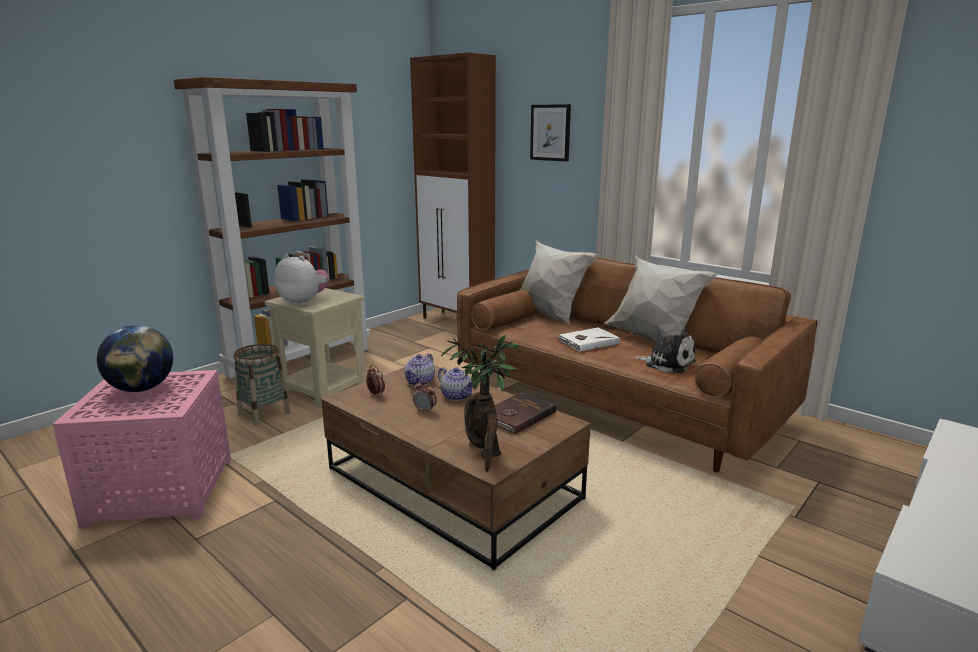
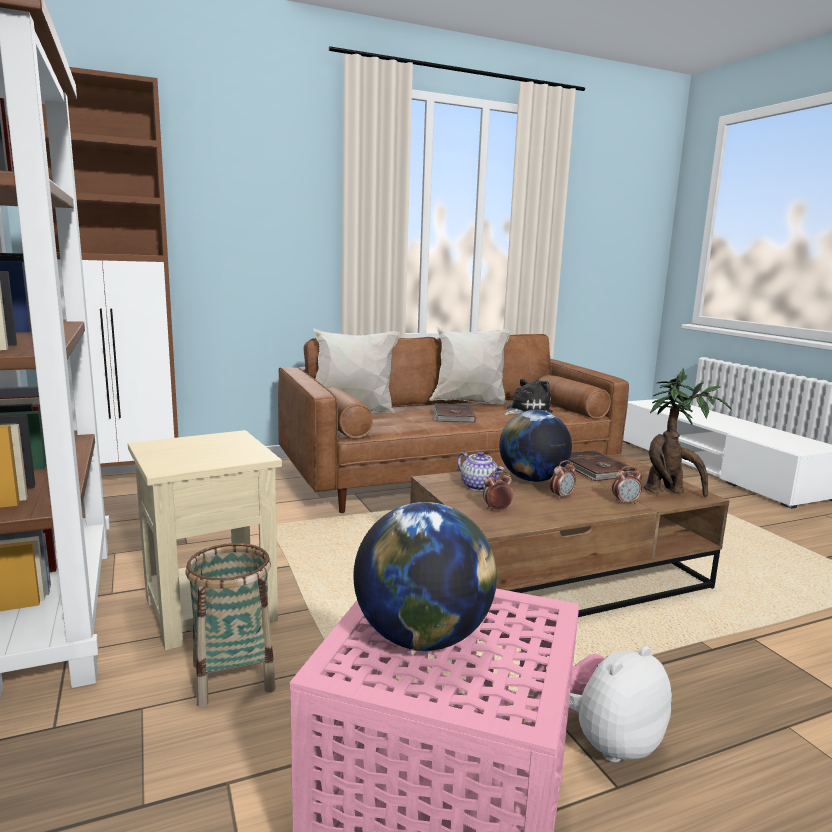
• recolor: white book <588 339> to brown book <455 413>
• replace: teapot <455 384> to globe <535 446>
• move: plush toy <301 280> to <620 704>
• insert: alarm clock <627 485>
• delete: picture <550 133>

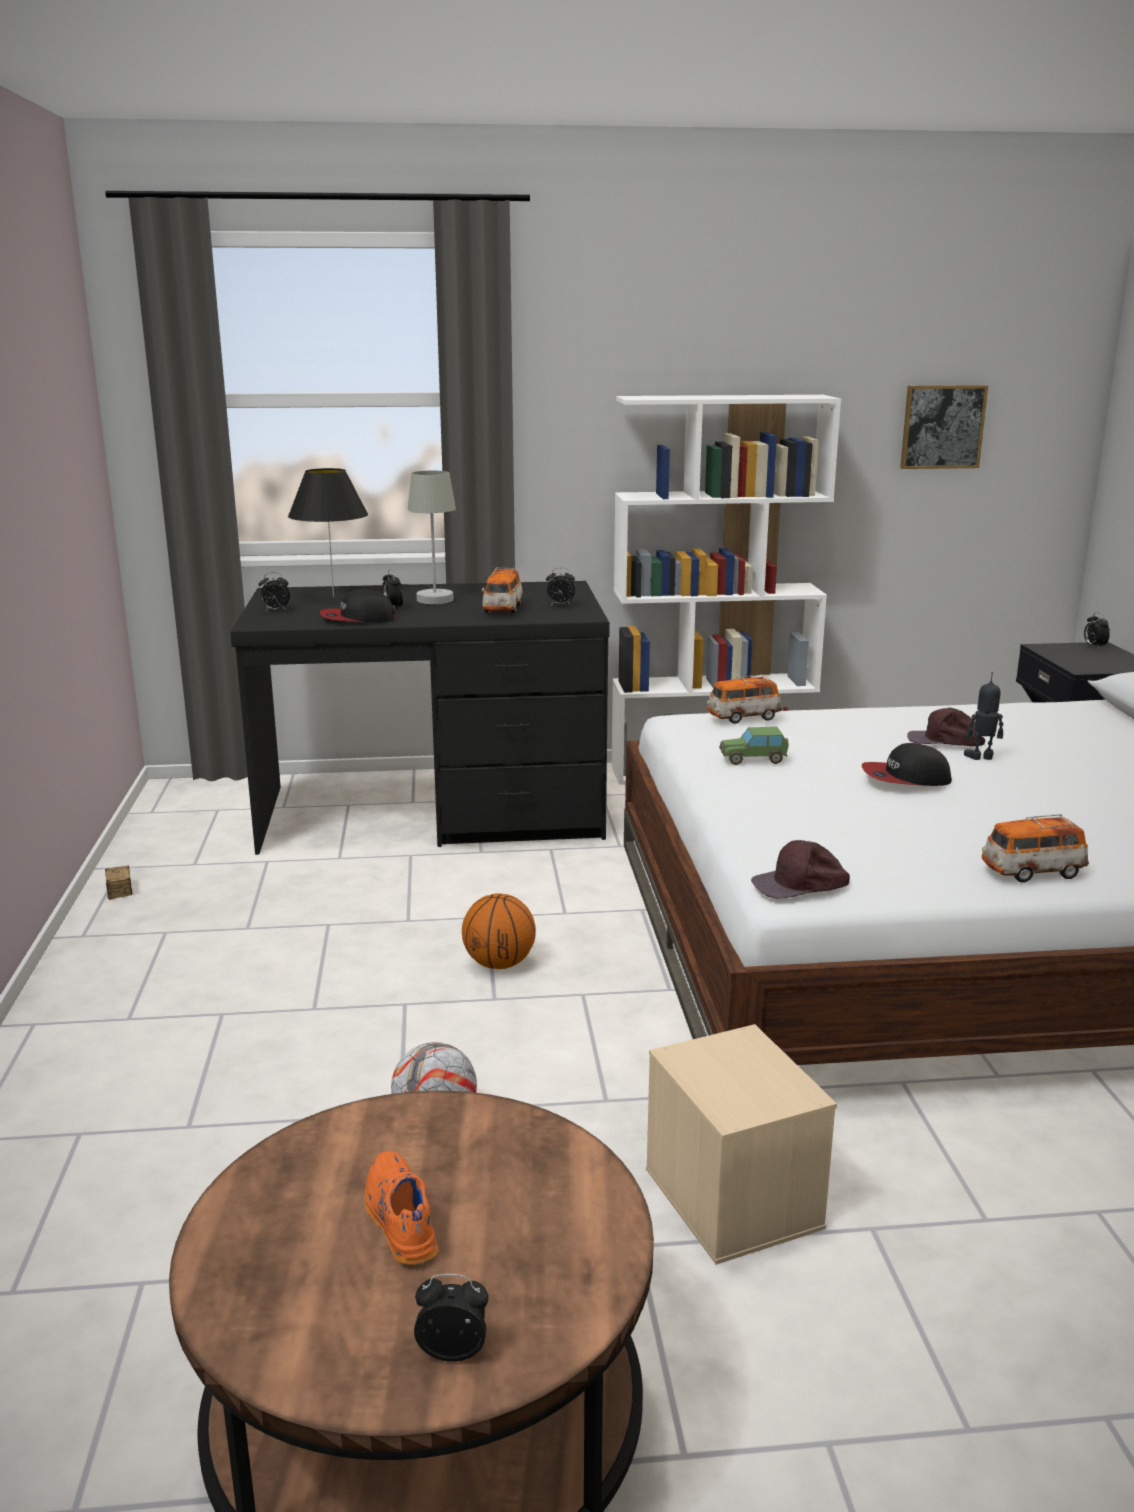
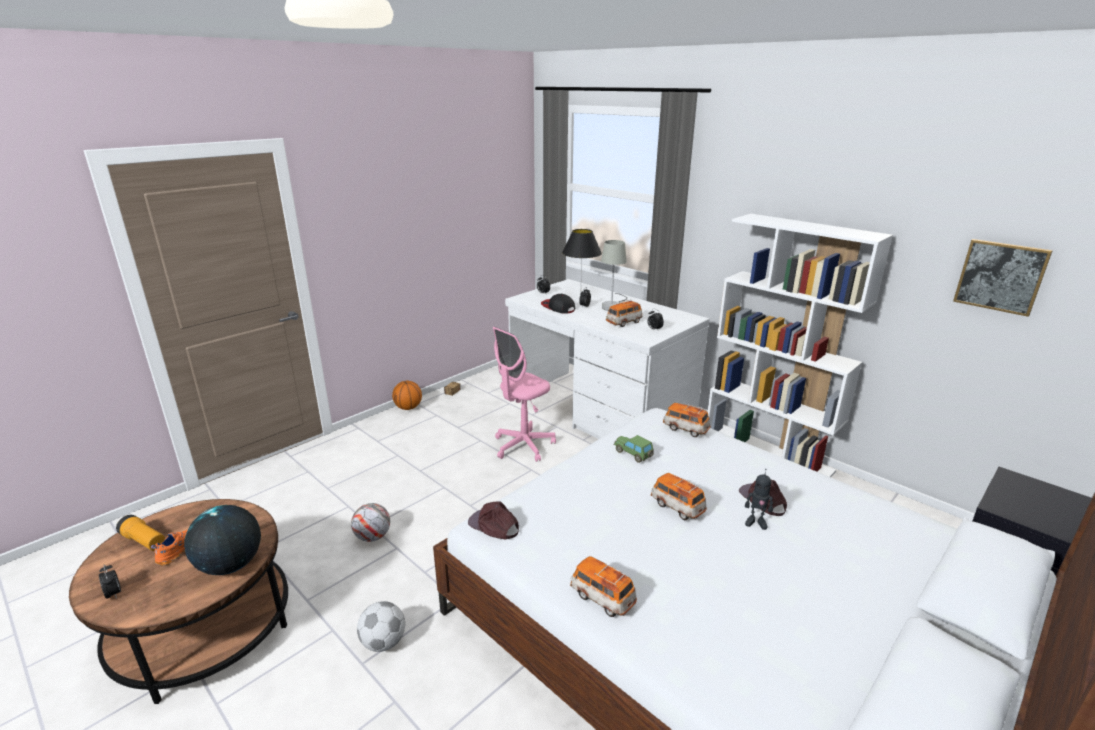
• insert: flashlight <140 533>
• insert: globe <222 540>
• replace: beige storage box <741 1144> to football <381 626>
• move: basketball <499 931> to <407 395>
• insert: pink office chair <524 394>
• recolor: black desk <420 718> to white desk <607 359>
• replace: cap <907 764> to toy car <679 496>
• rotate: toy robot <983 716> = <759 499> 150 degrees clockwise
• delete: alarm clock <1097 630>

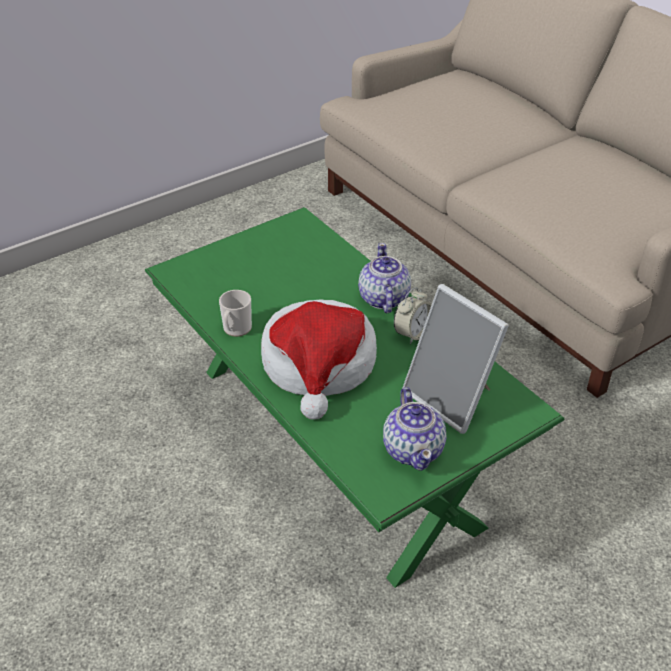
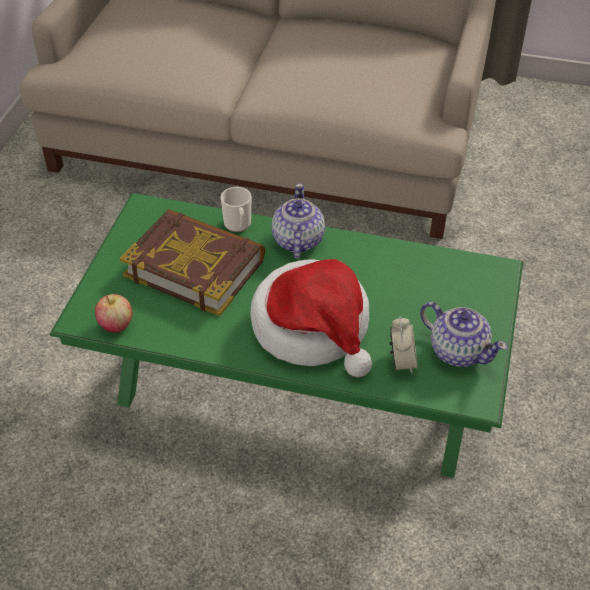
• insert: apple <113 313>
• insert: book <192 262>
• move: mug <235 313> to <236 209>
• rotate: teapot <384 278> = <298 220> 45 degrees clockwise
• move: alarm clock <413 315> to <404 345>
• delete: picture frame <455 359>

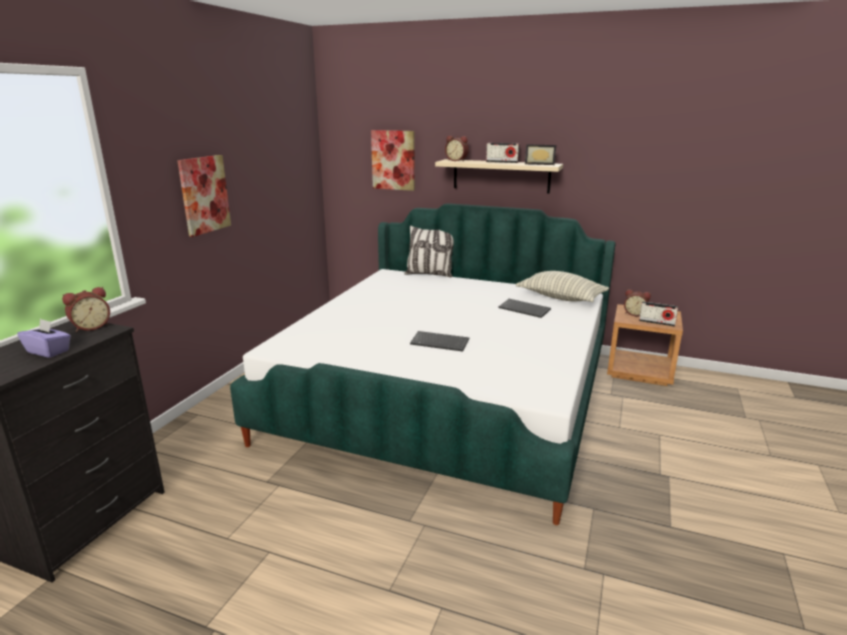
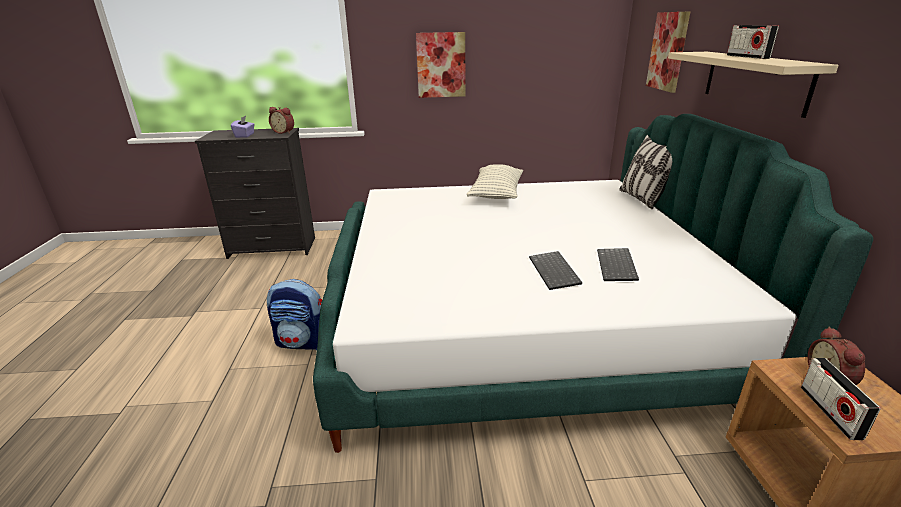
• insert: backpack <294 314>
• move: pillow <562 286> to <495 181>
• move: keyboard <439 341> to <555 270>
• delete: alarm clock <457 148>
• delete: picture frame <540 154>

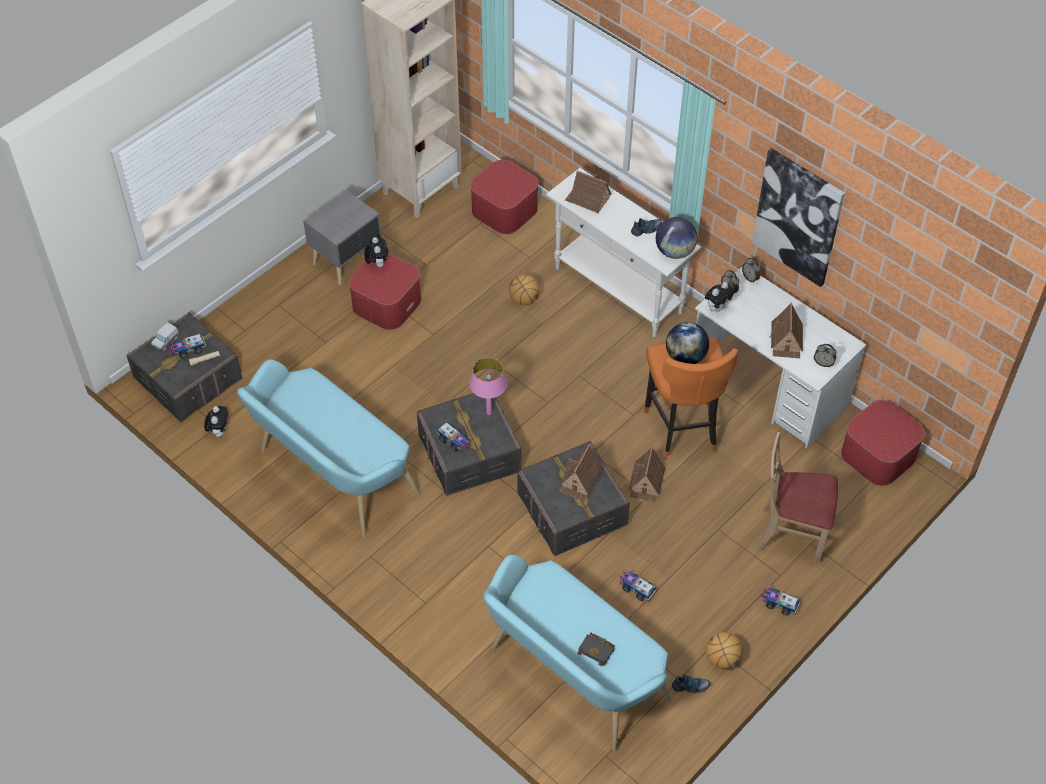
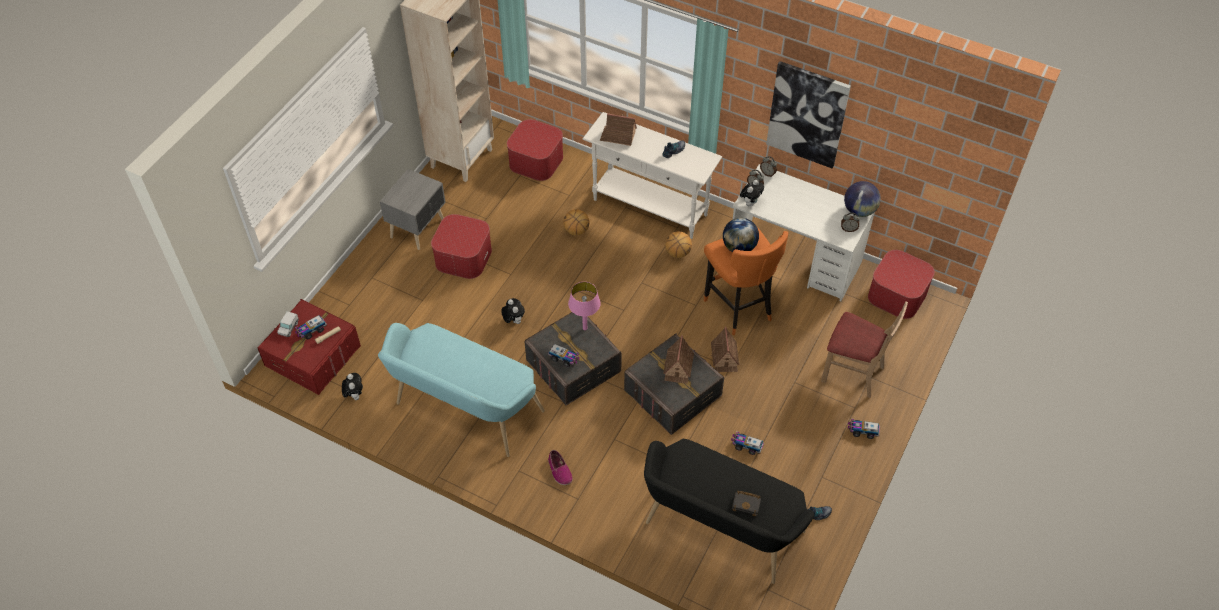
• recolor: grey storage box <184 367> to red storage box <309 346>
• move: plush toy <376 252> to <513 311>
• insert: shoe <560 467>
• recolor: turquoise bench <577 653> to black bench <729 511>
• move: basketball <724 650> to <678 244>
• rotate: beige chair <798 498> = <864 349> 150 degrees counterclockwise
• move: globe <676 238> to <862 199>
• delete: toy house <786 330>

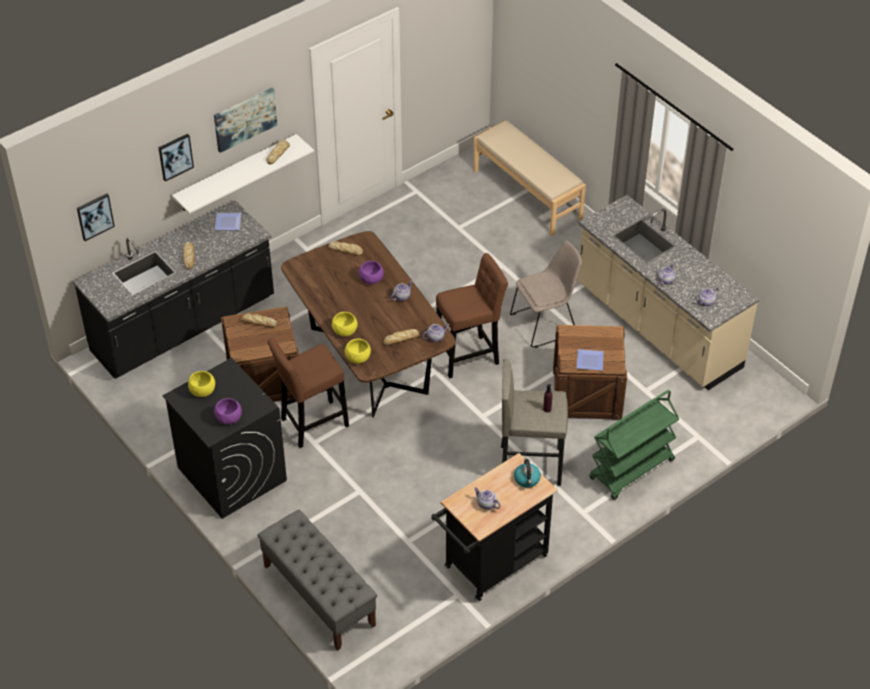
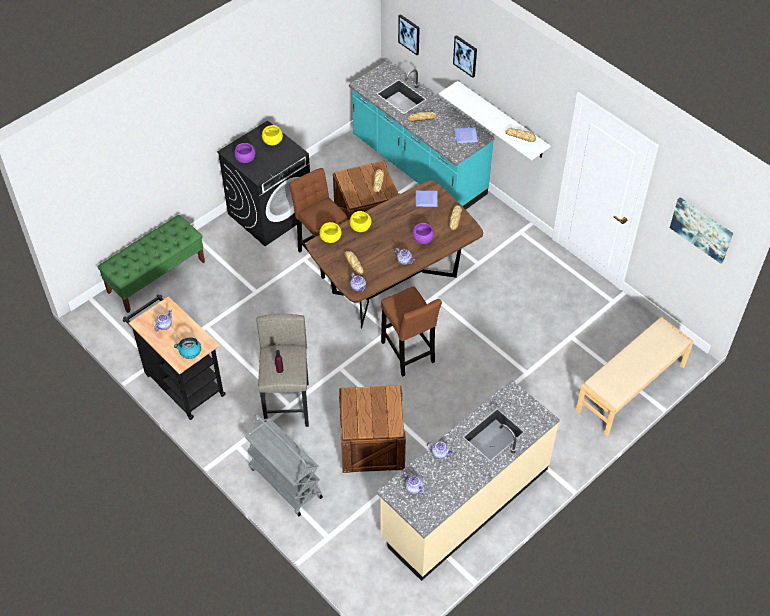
• recolor: grey bench <317 580> to green bench <151 264>
• recolor: green cart <634 445> to grey cart <284 465>
• recolor: black counter <173 289> to turquoise counter <422 135>
• move: plate <590 360> to <427 199>
• move: picture <245 120> to <701 230>
• delete: beige chair <546 294>

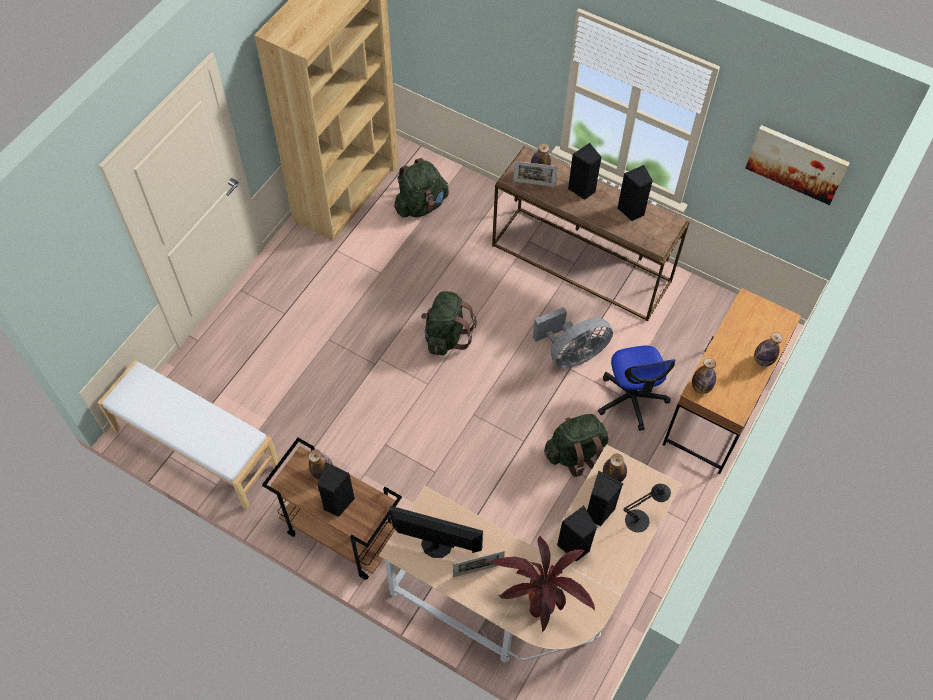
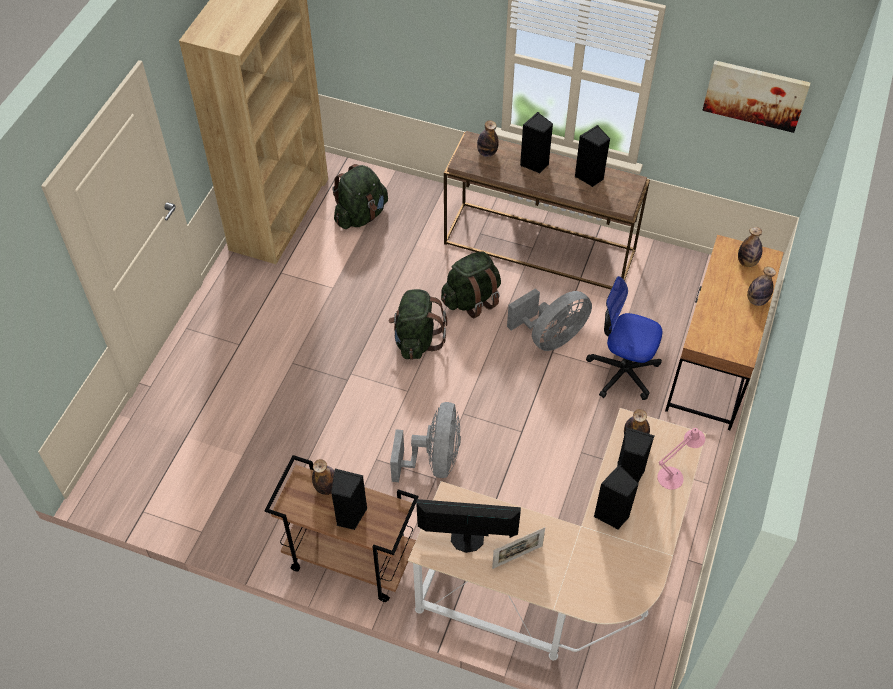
• insert: grey fan <425 442>
• move: green backpack <576 445> to <471 284>
• rotate: office chair <636 388> = <624 338> 135 degrees clockwise
• recolor: black table lamp <647 507> to pink table lamp <681 459>
• move: bottle <704 376> to <750 247>
• delete: white bench <188 435>
• delete: potted plant <543 583>
• delete: picture frame <535 174>

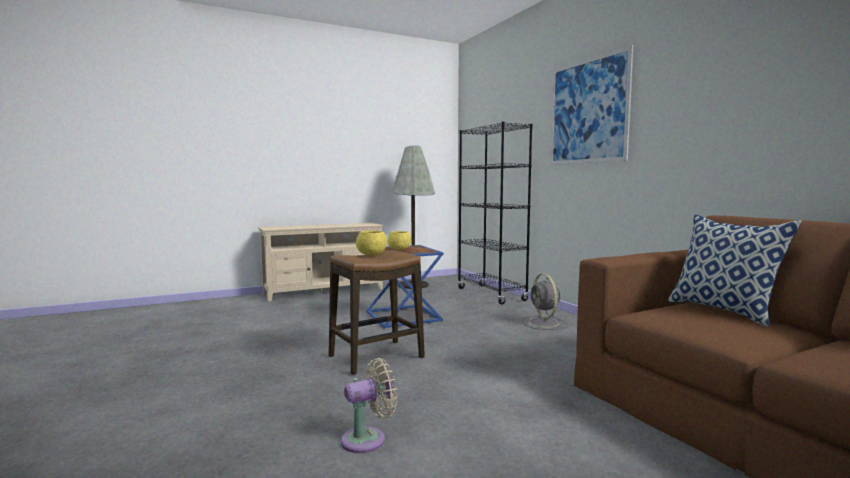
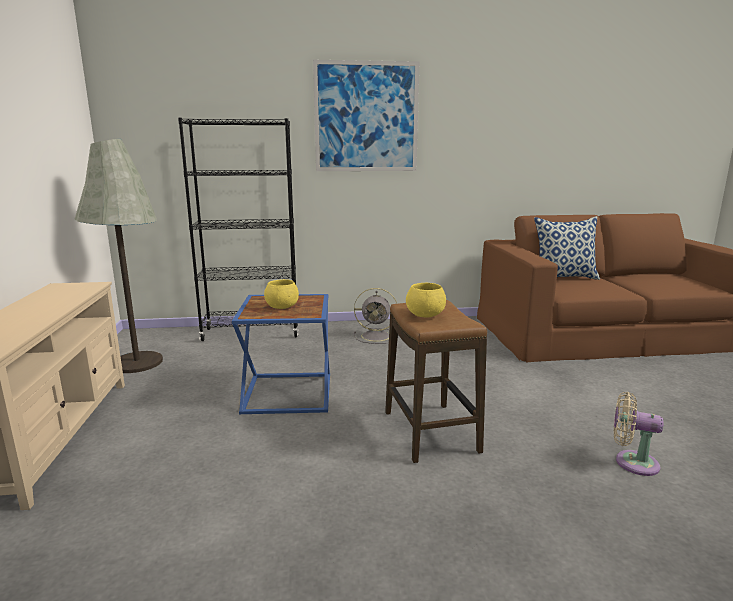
• rotate: beige fan <369 405> = <638 434> 60 degrees counterclockwise

